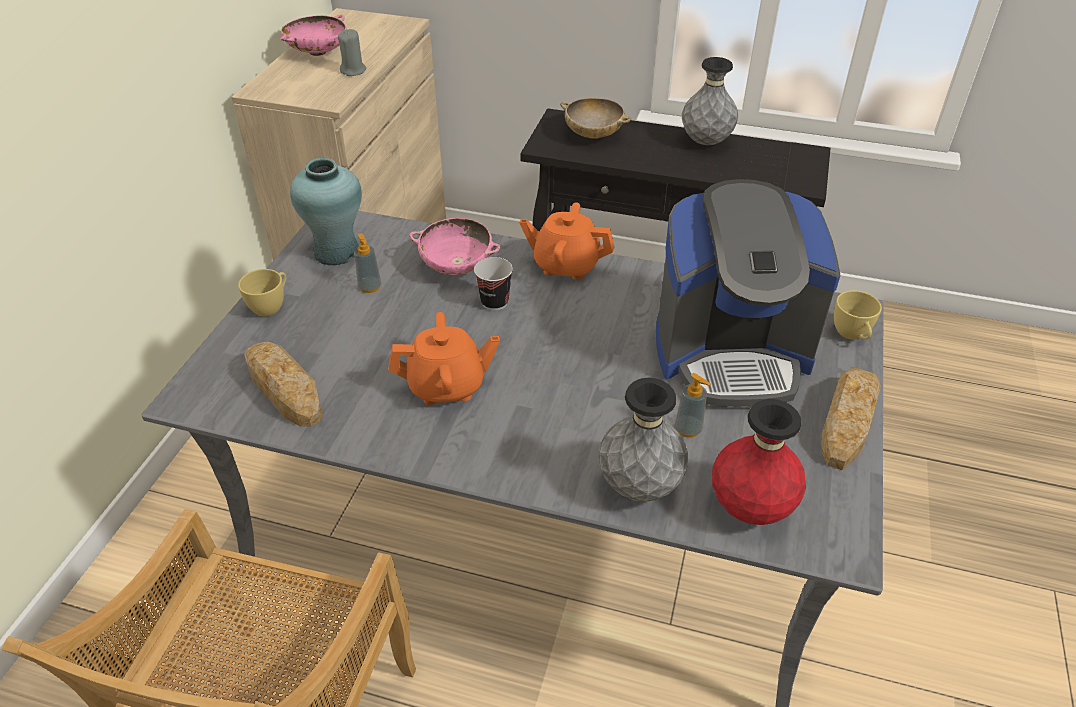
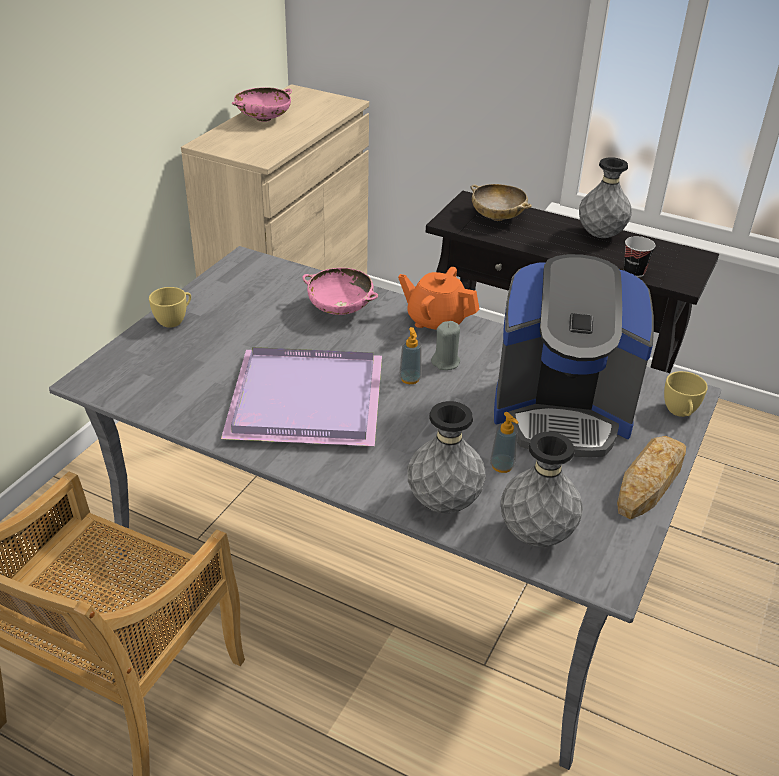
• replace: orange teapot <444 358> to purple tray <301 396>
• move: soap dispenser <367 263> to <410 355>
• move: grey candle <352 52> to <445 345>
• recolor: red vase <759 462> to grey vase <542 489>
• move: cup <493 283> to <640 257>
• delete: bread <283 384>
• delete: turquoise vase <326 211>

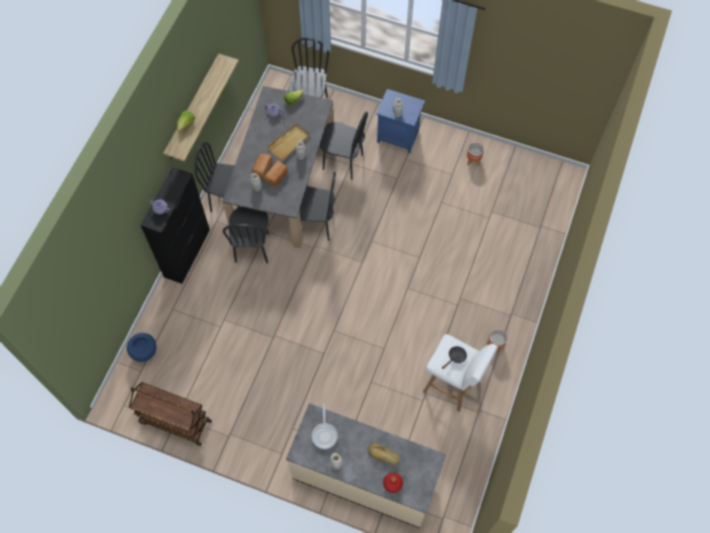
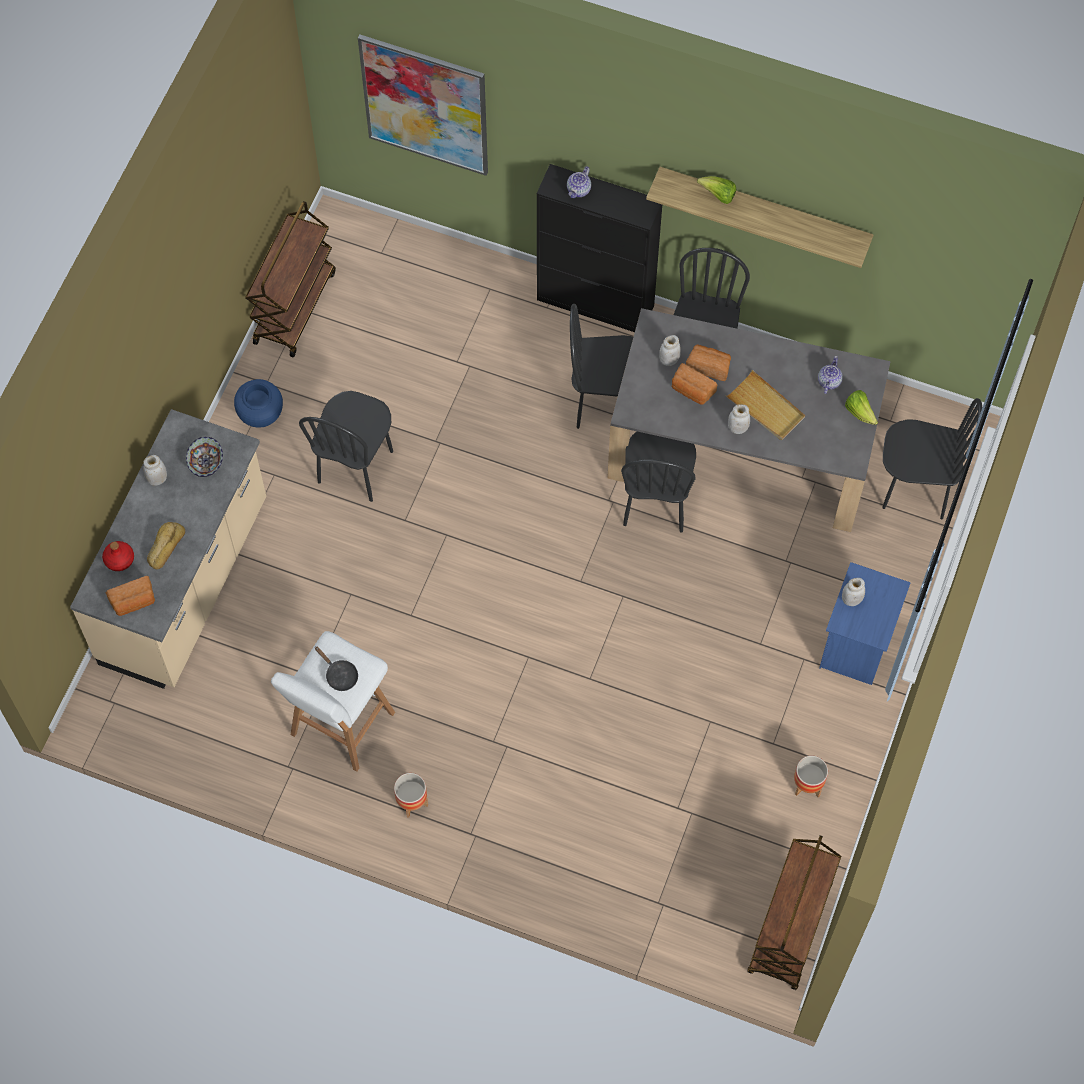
• insert: bread <130 596>
• replace: frying pan <325 426> to bowl <204 457>
• move: blue vase <141 347> to <258 403>
• move: black chair <343 146> to <346 446>
• insert: picture <423 105>
• insert: brown cart <794 912>

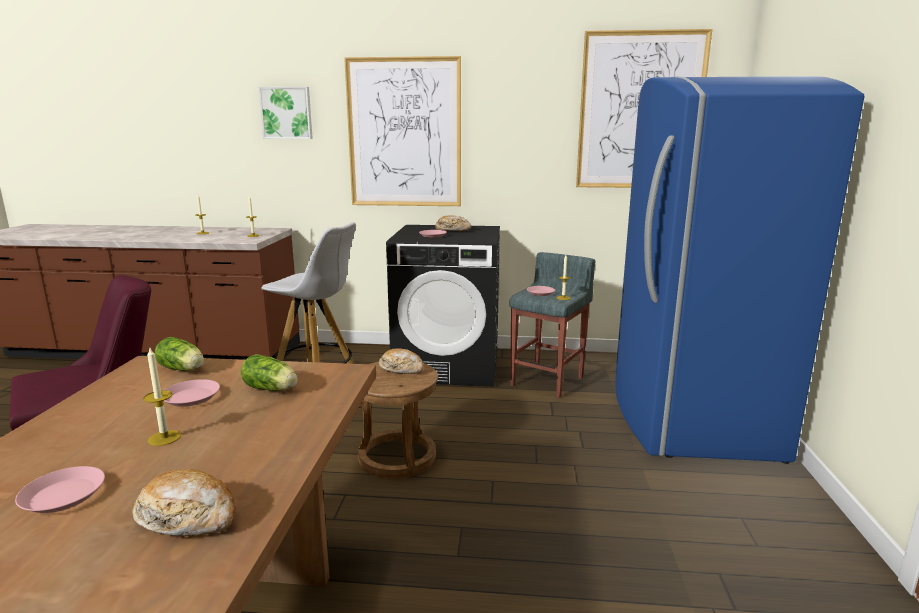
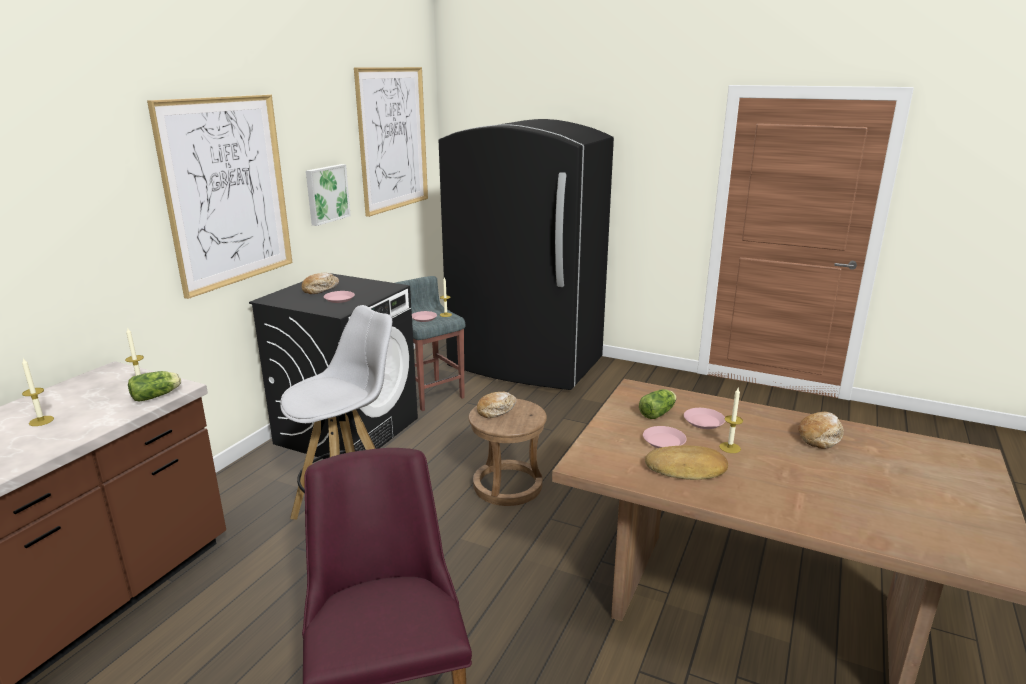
• move: lettuce <179 354> to <154 386>
• move: picture <285 113> to <328 195>
• recolor: blue fridge <740 270> to black fridge <526 254>
• insert: bread <686 462>
• move: pink plate <60 489> to <704 418>

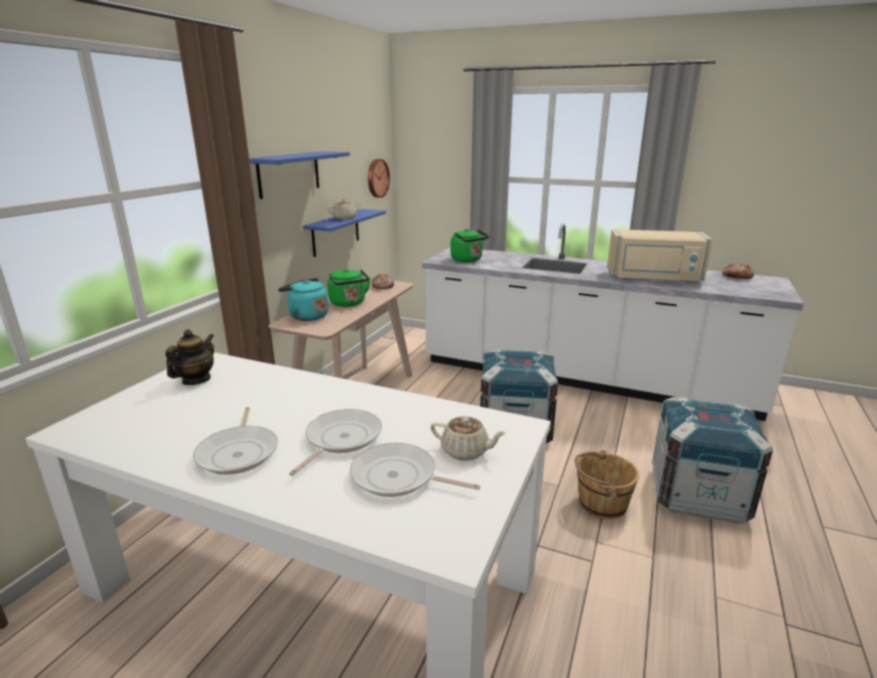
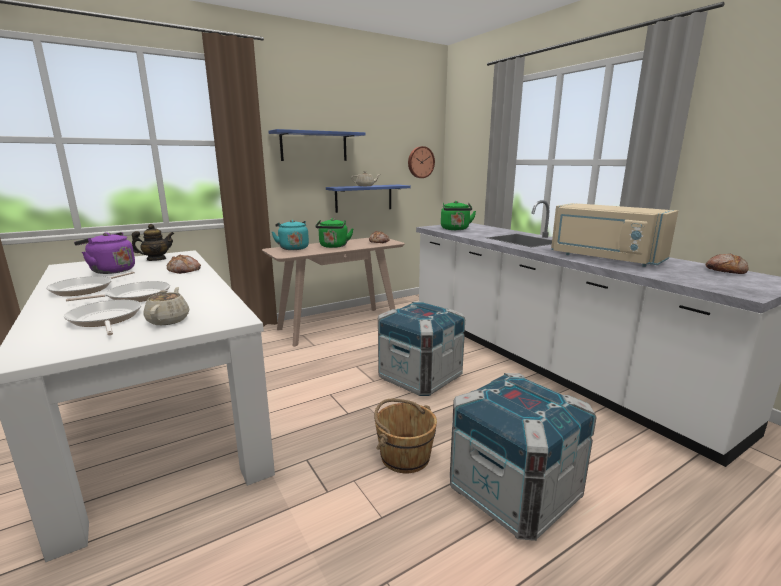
• insert: purple kettle <104 253>
• rotate: beige teapot <468 438> = <166 306> 150 degrees counterclockwise
• insert: bread <184 264>

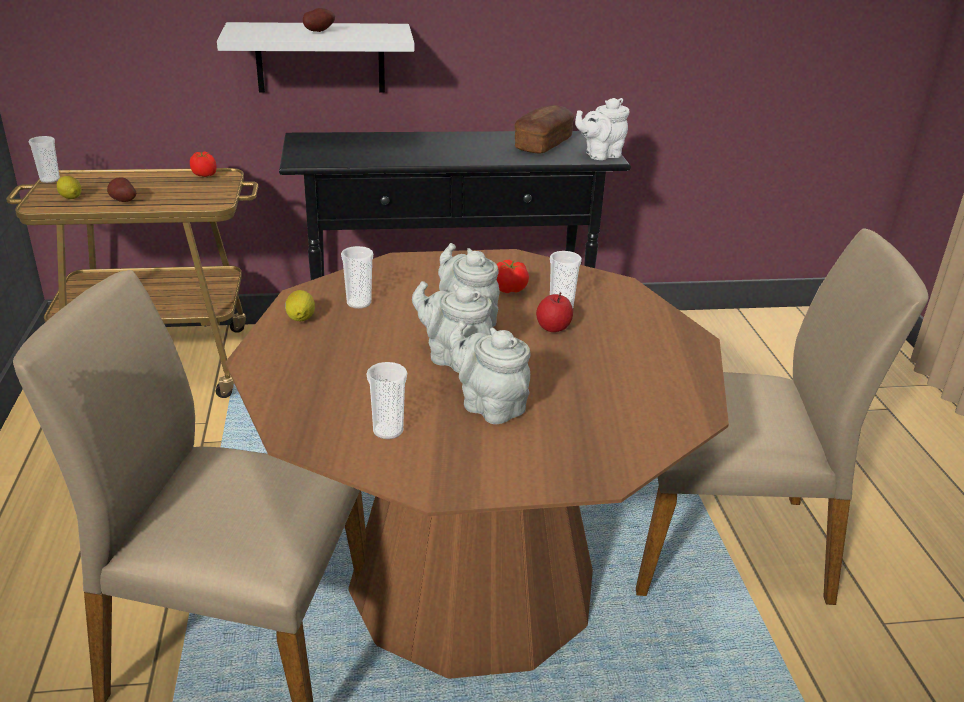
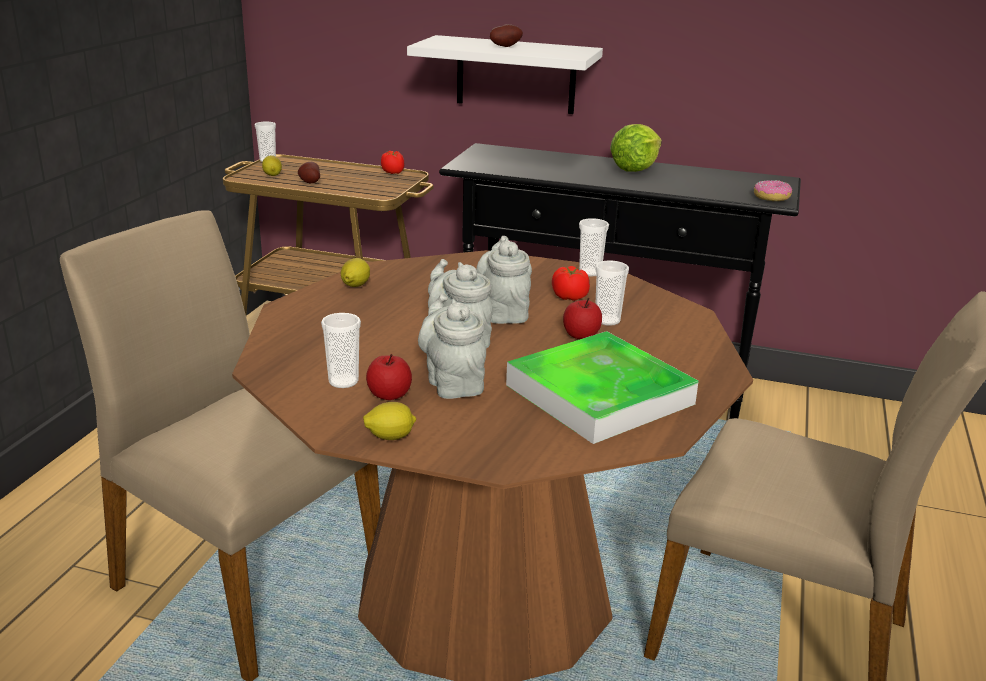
• insert: lemon <389 421>
• insert: apple <389 377>
• insert: tray <602 387>
• move: cup <357 277> to <594 247>
• insert: lettuce <636 148>
• replace: white teapot <602 129> to donut <773 190>
• delete: bread <544 129>

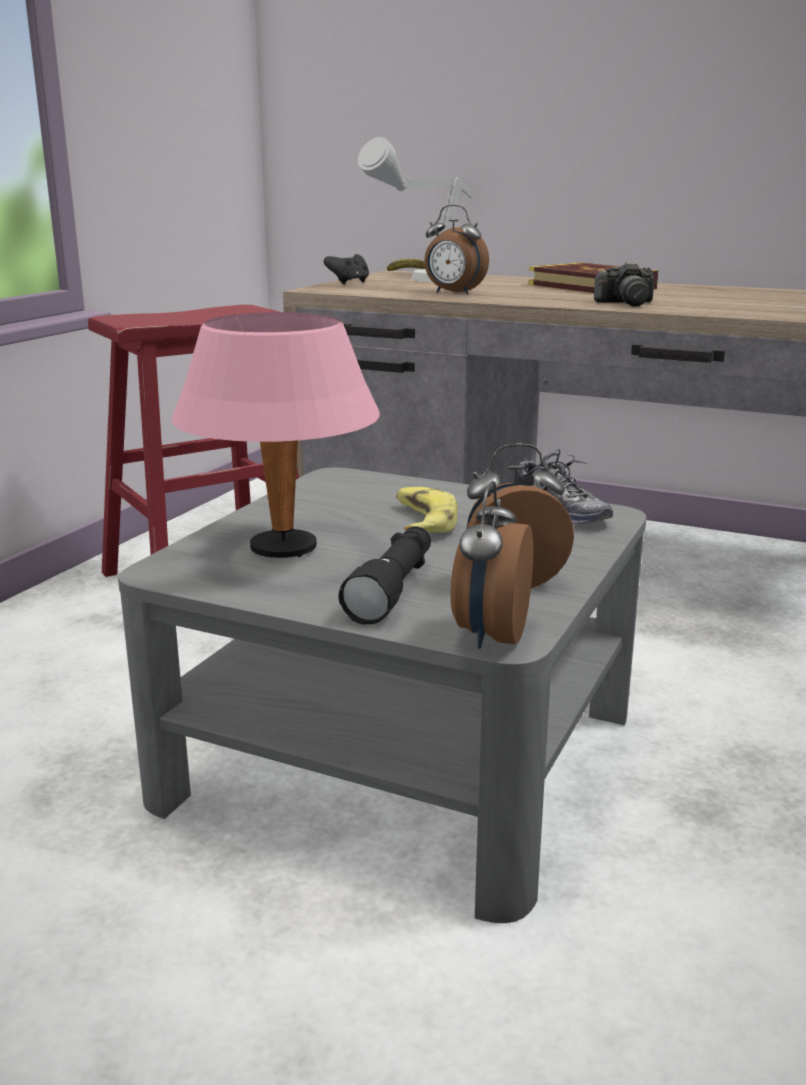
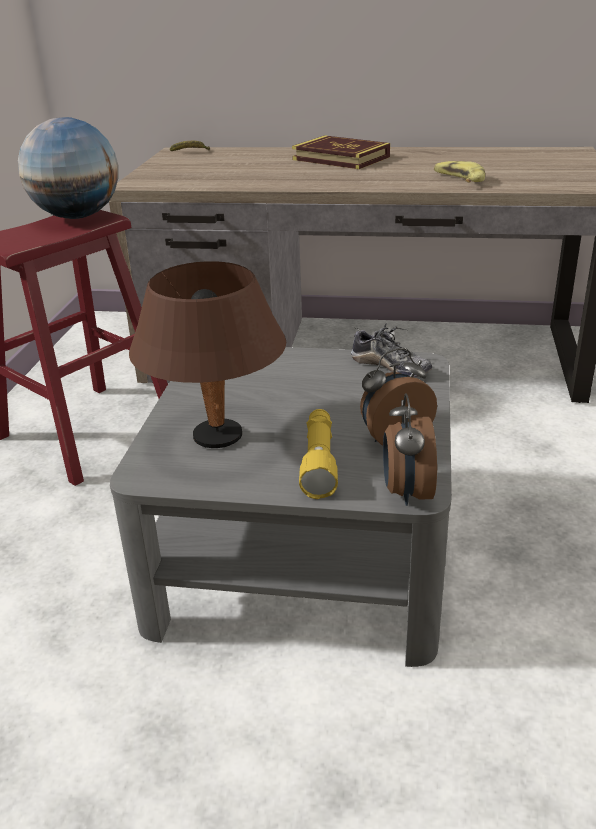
• insert: globe <68 168>
• recolor: pink table lamp <275 435> to brown table lamp <207 354>
• recolor: black flashlight <384 575> to yellow flashlight <318 454>
• move: banana <427 509> to <459 172>
• delete: black game controller <346 269>
• delete: grey table lamp <416 209>
• delete: alarm clock <456 250>
• delete: photo camera <624 284>

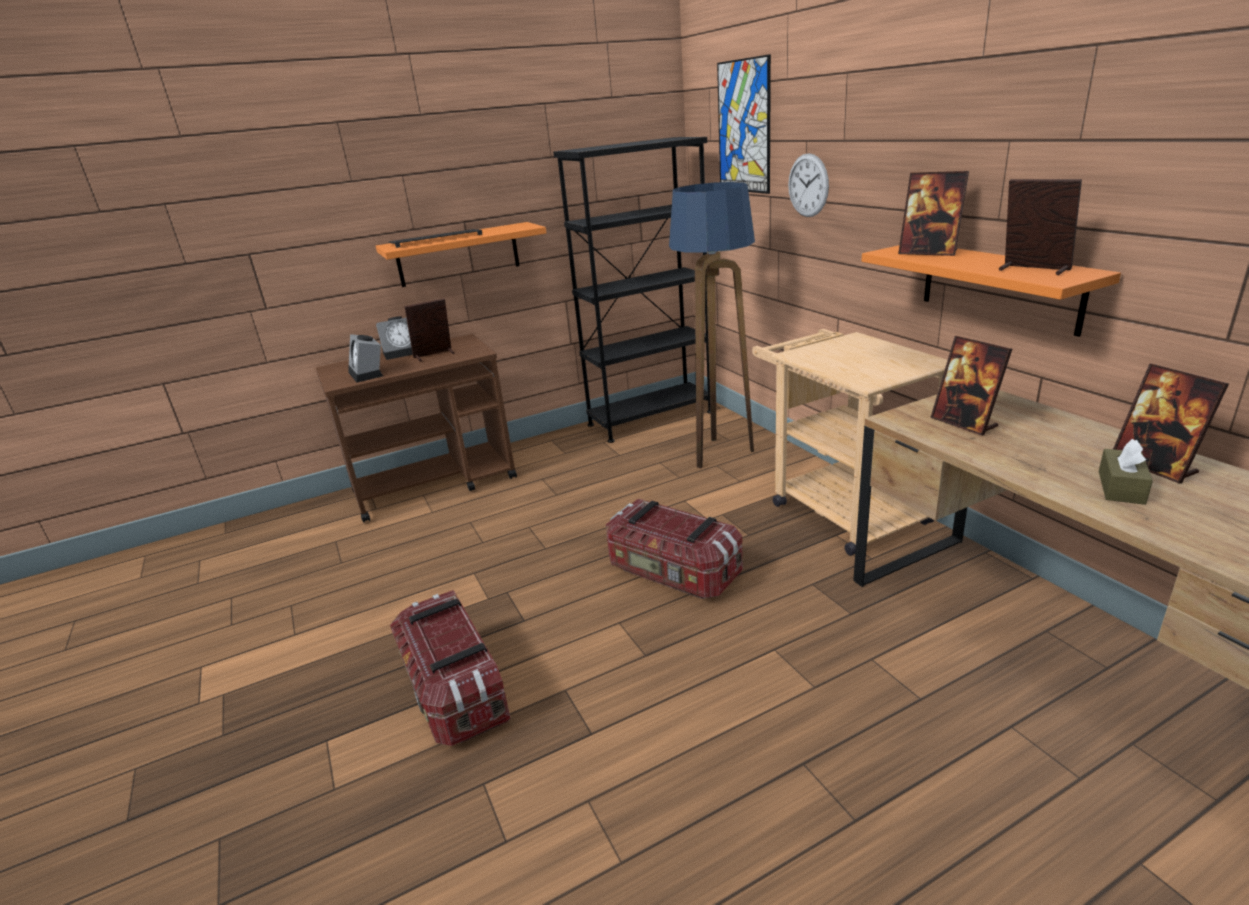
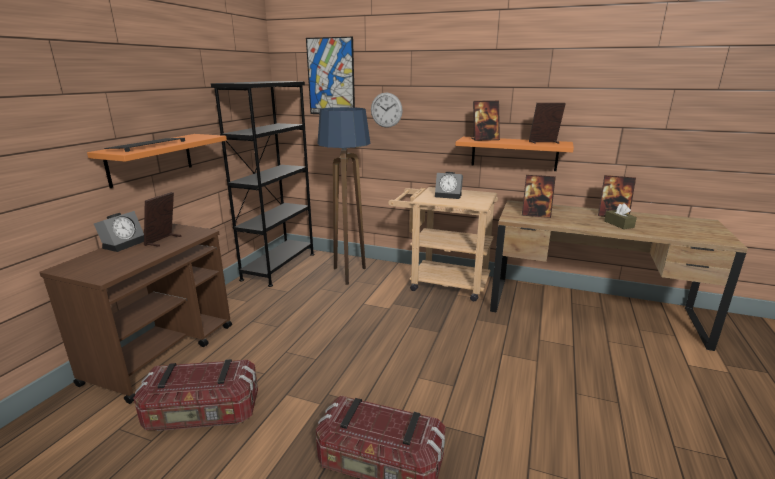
• move: storage box <674 548> to <195 395>
• move: alarm clock <365 358> to <449 185>

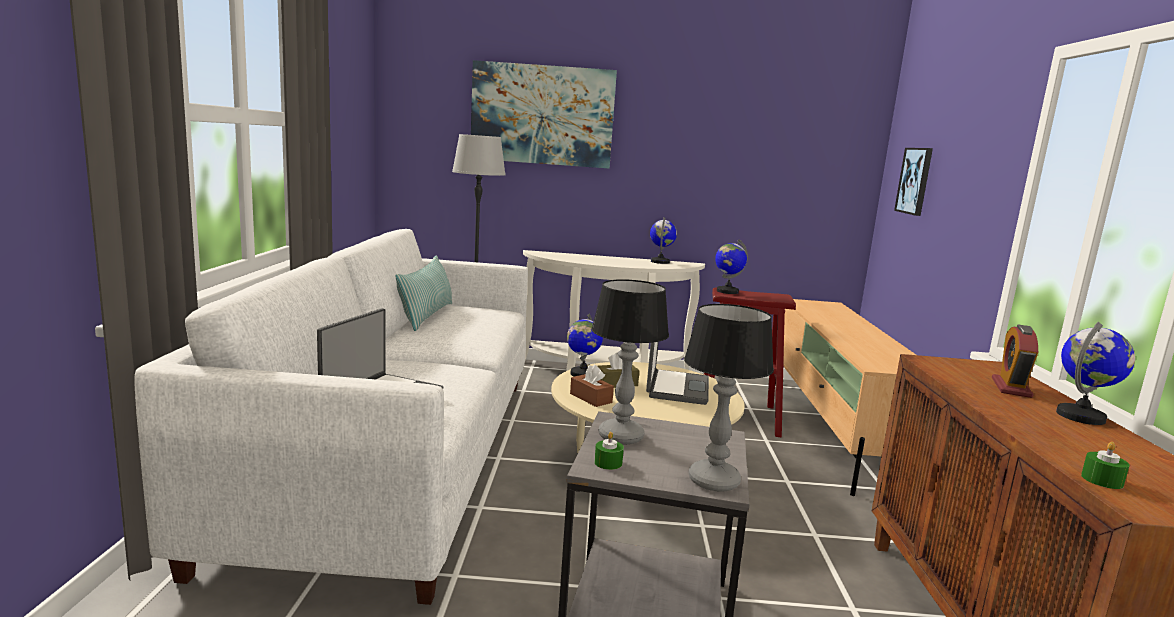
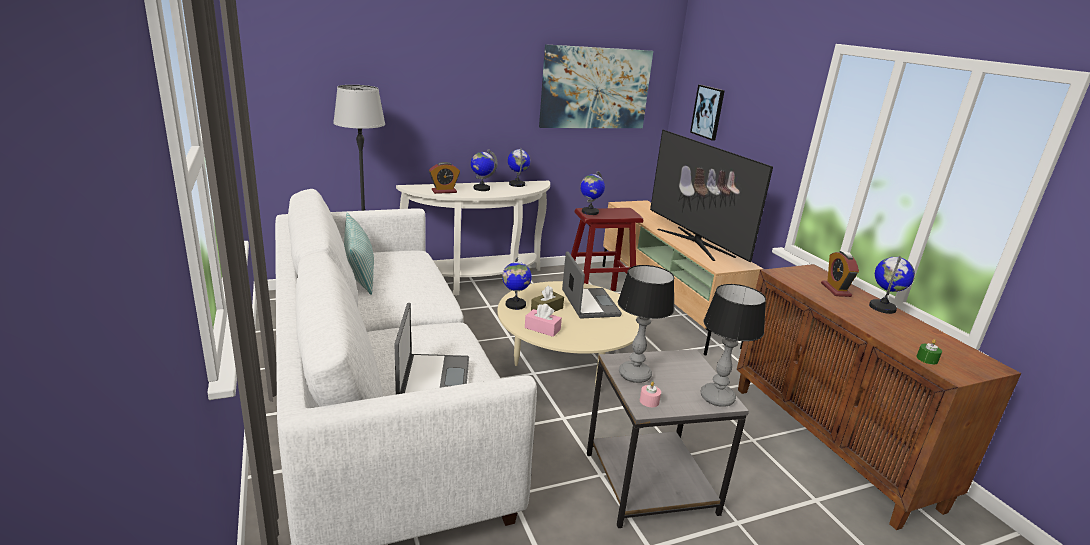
• insert: alarm clock <444 178>
• insert: globe <484 170>
• recolor: brown tissue box <592 386> to pink tissue box <543 320>
• move: picture <544 114> to <596 86>
• recolor: green candle <609 451> to pink candle <650 394>
• insert: television <711 196>

